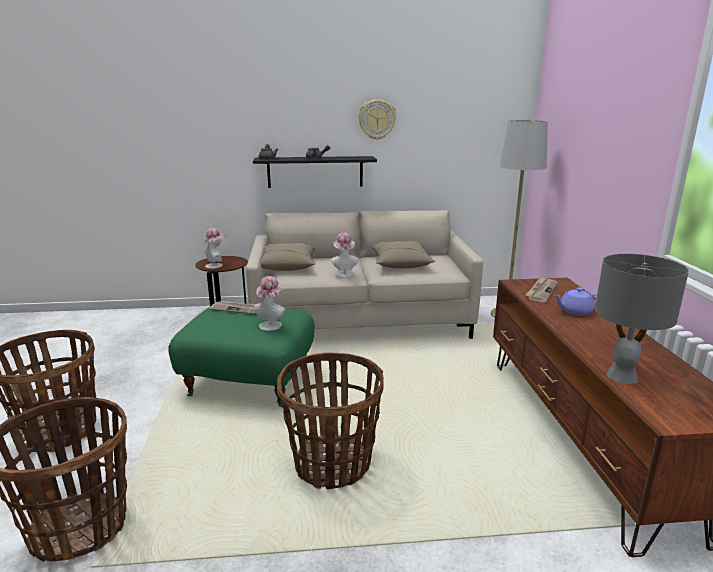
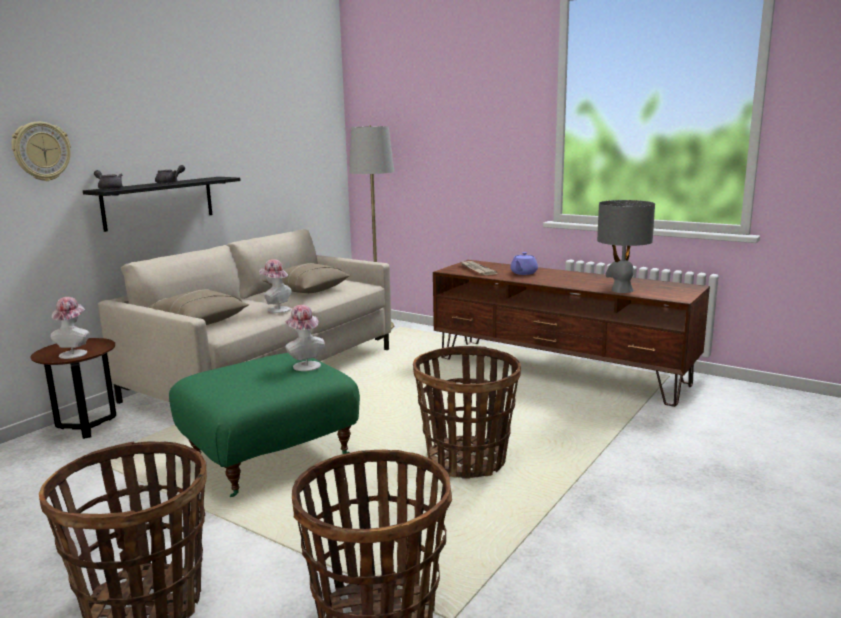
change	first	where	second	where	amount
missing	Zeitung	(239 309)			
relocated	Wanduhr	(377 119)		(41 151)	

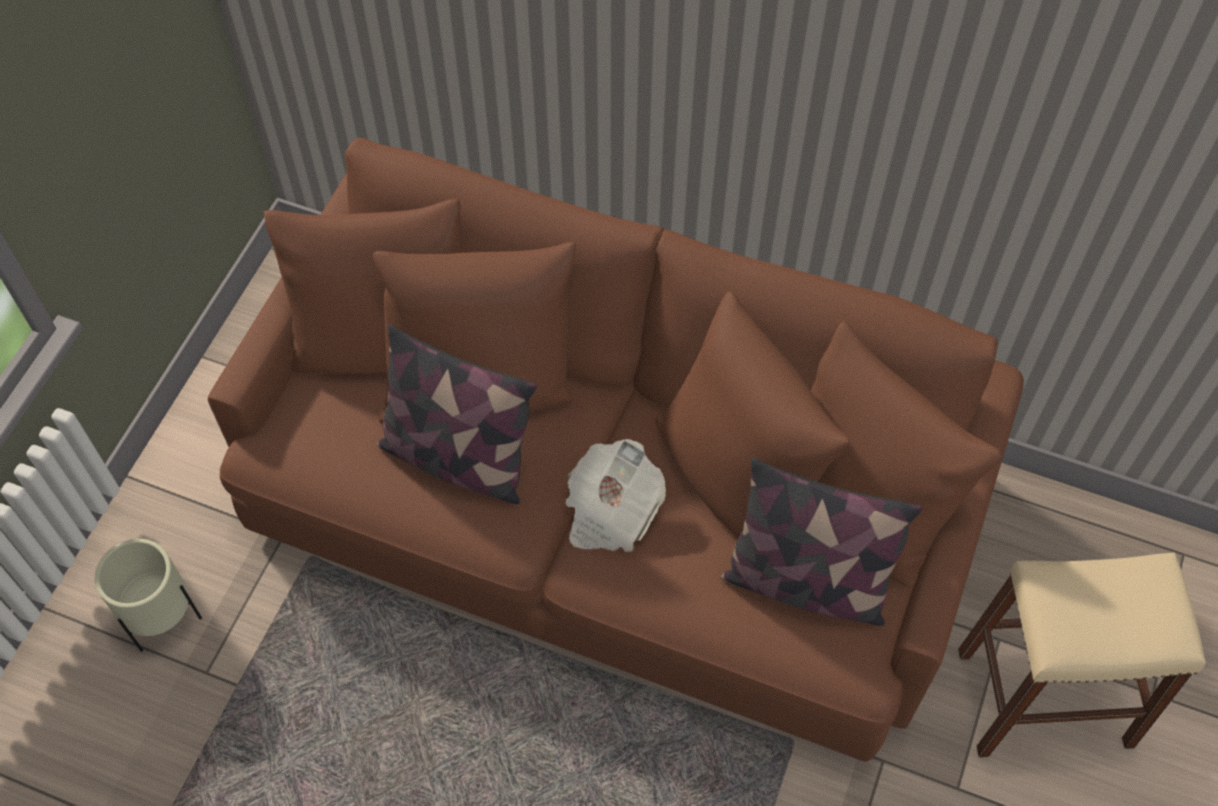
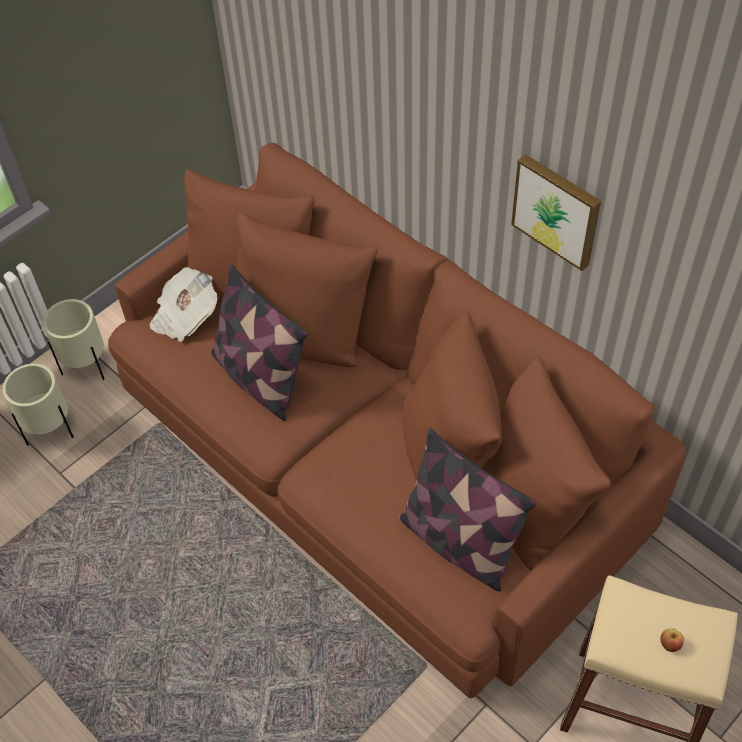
change	first	where	second	where	amount
appeared			Pflanzkübel [beige]	(86 367)	
appeared			Bild	(557 210)	
appeared			Apfel	(669 644)	
relocated	Zeitung	(610 511)		(185 316)	

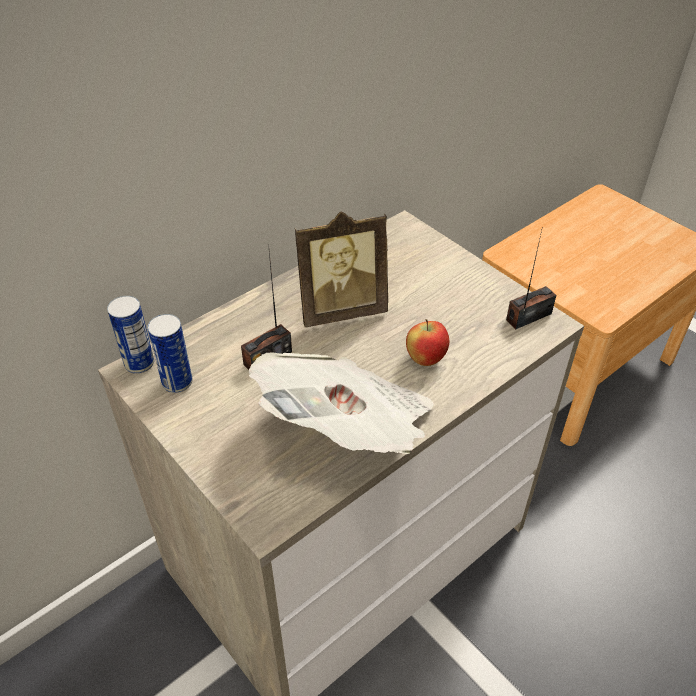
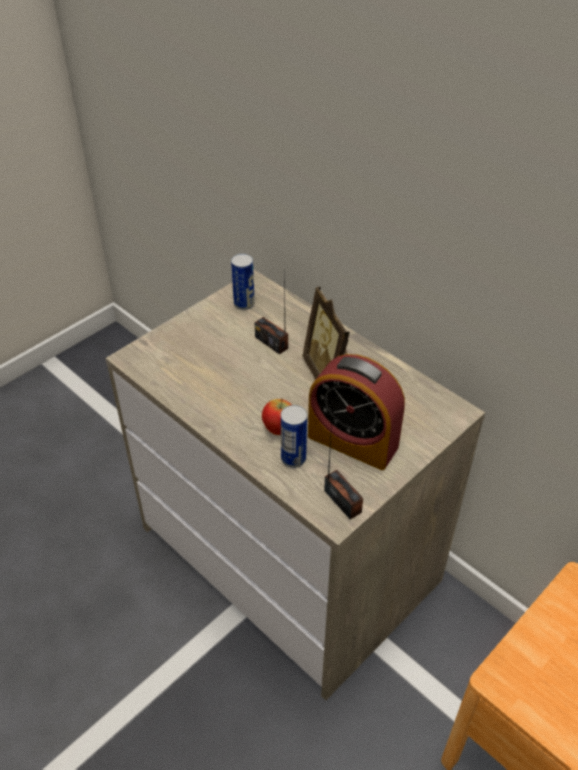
change	first	where	second	where	amount
missing	Zeitung	(349 429)			
appeared			Wecker	(352 441)	
relocated	Dose	(139 363)		(293 459)	

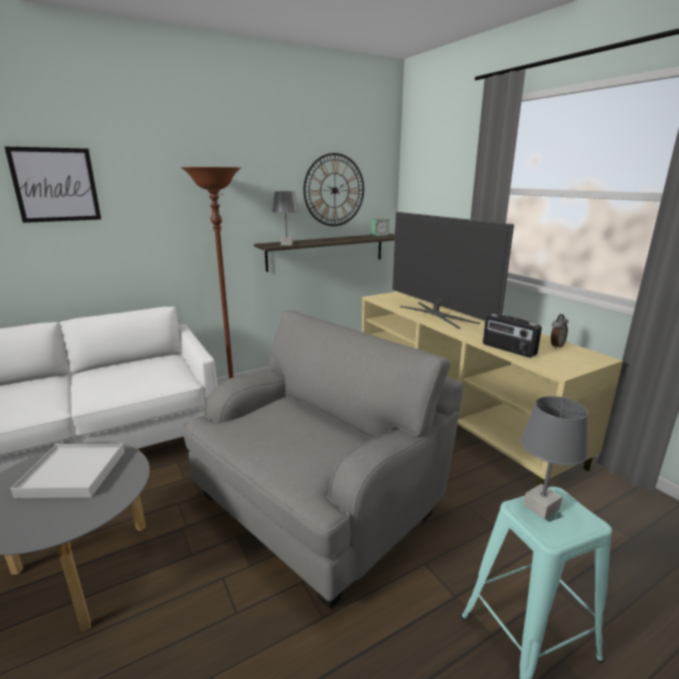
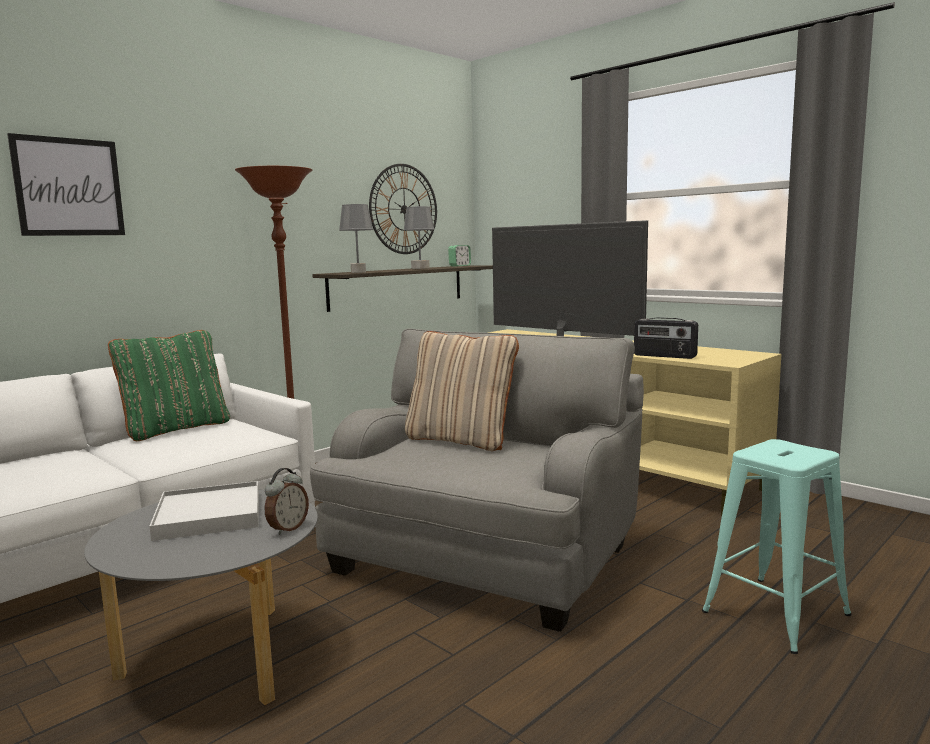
change	first	where	second	where	amount
appeared			Kissen [grün]	(176 429)	
appeared			Kissen [beige]	(461 440)	
relocated	Tischlampe [grau]	(541 507)		(420 268)	
relocated	Wecker	(556 346)		(287 528)	

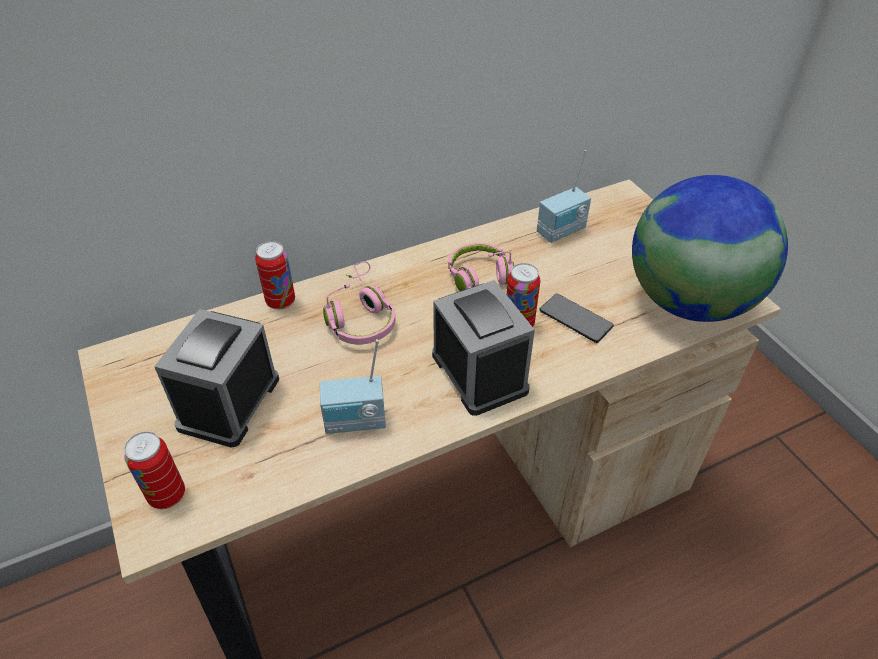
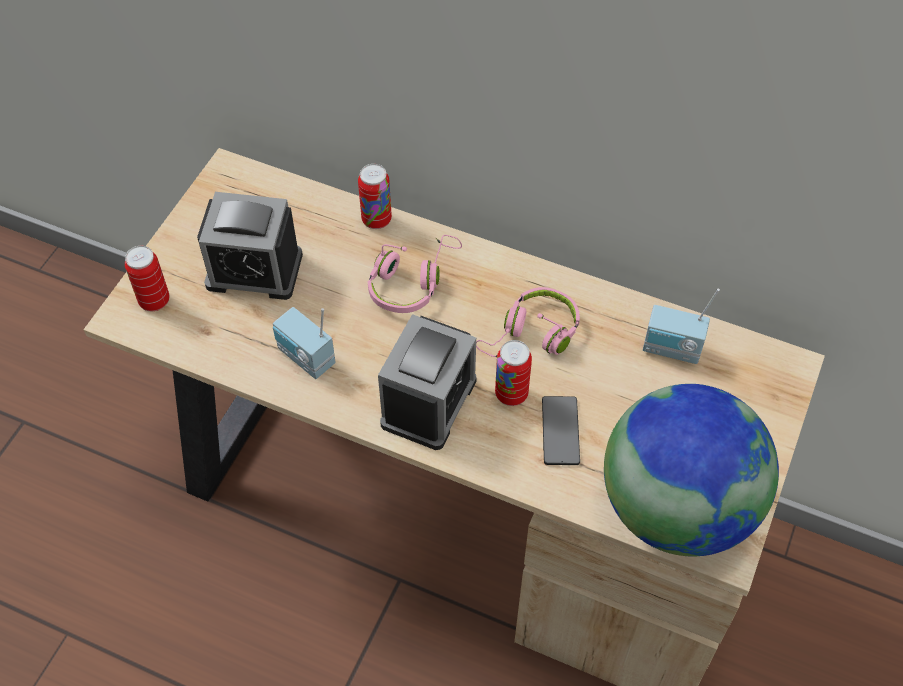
change	first	where	second	where	amount
spun	Wecker	(229 402)		(254 270)	150 degrees counterclockwise

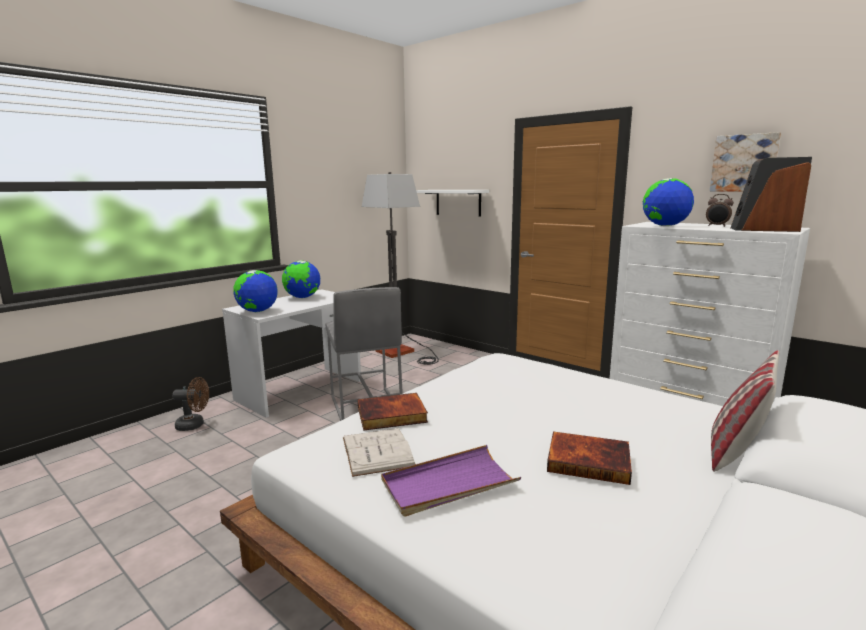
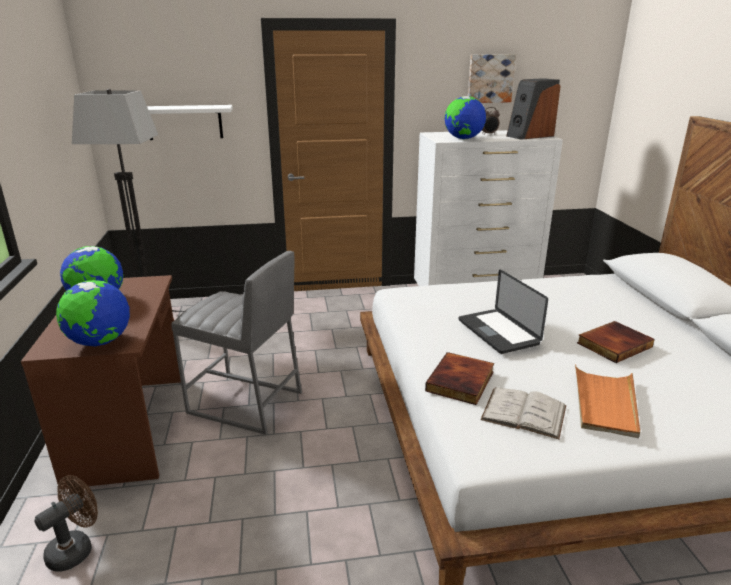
change	first	where	second	where	amount
missing	Kissen	(736 452)			
appeared			Laptop	(498 332)	
colour	Schreibtisch [weiß]	(301 390)	Schreibtisch [braun]	(132 427)	
colour	Tablett [lila]	(448 484)	Tablett [orange]	(605 403)	

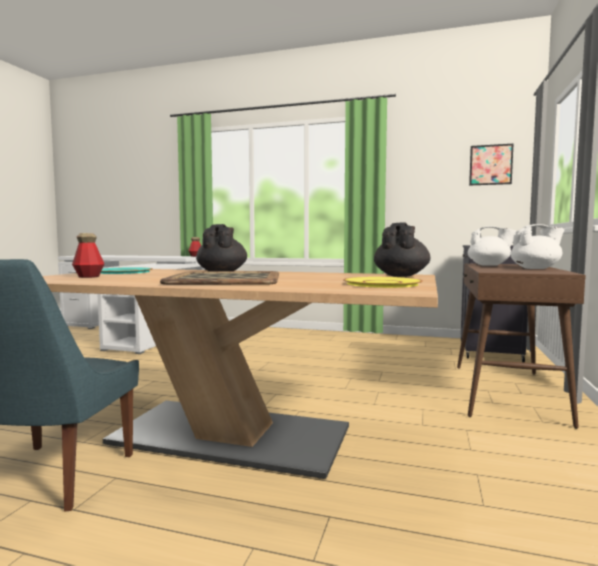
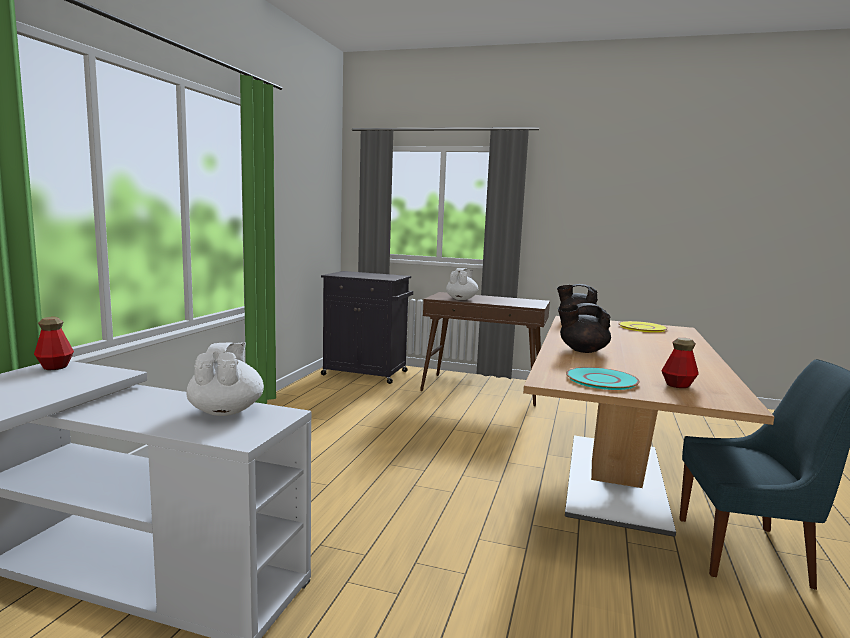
change	first	where	second	where	amount
missing	Tablett	(224 279)			
missing	Bild	(490 165)			
relocated	Teekanne [weiß]	(536 268)		(226 411)	

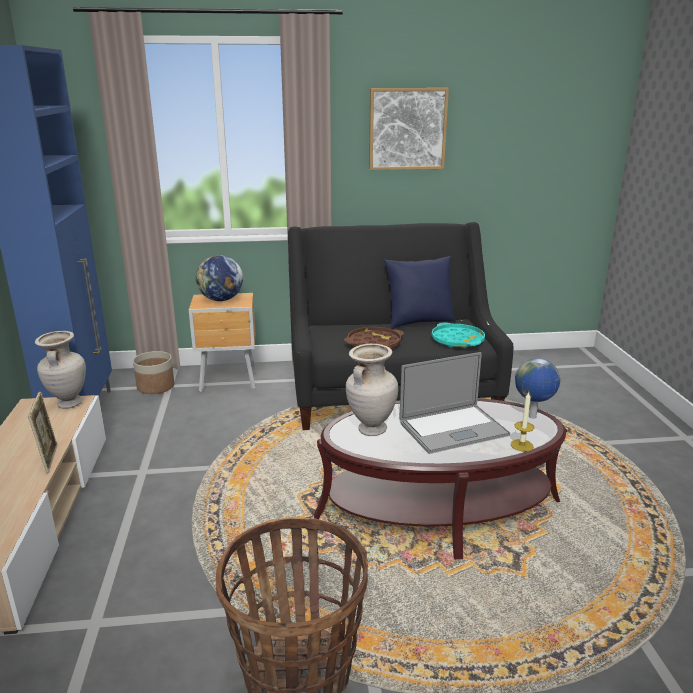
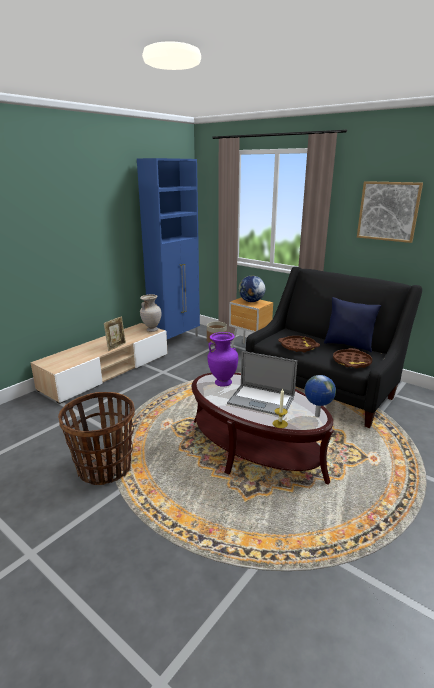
change	first	where	second	where	amount
colour	Vase [beige]	(371 429)	Vase [lila]	(222 383)	
colour	Tablett [türkis]	(457 340)	Tablett [braun]	(352 362)	

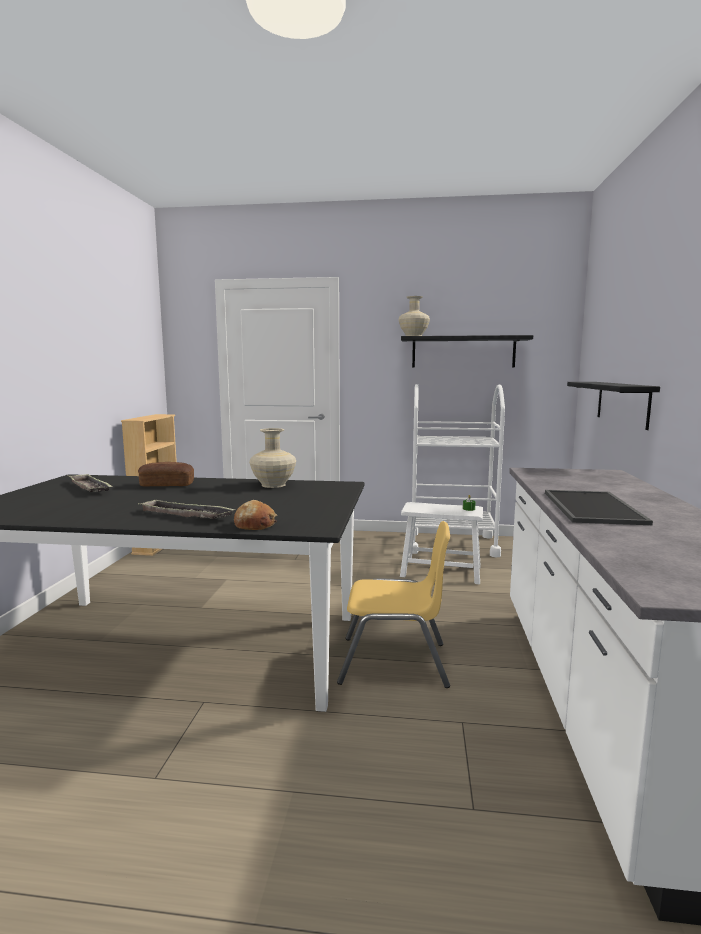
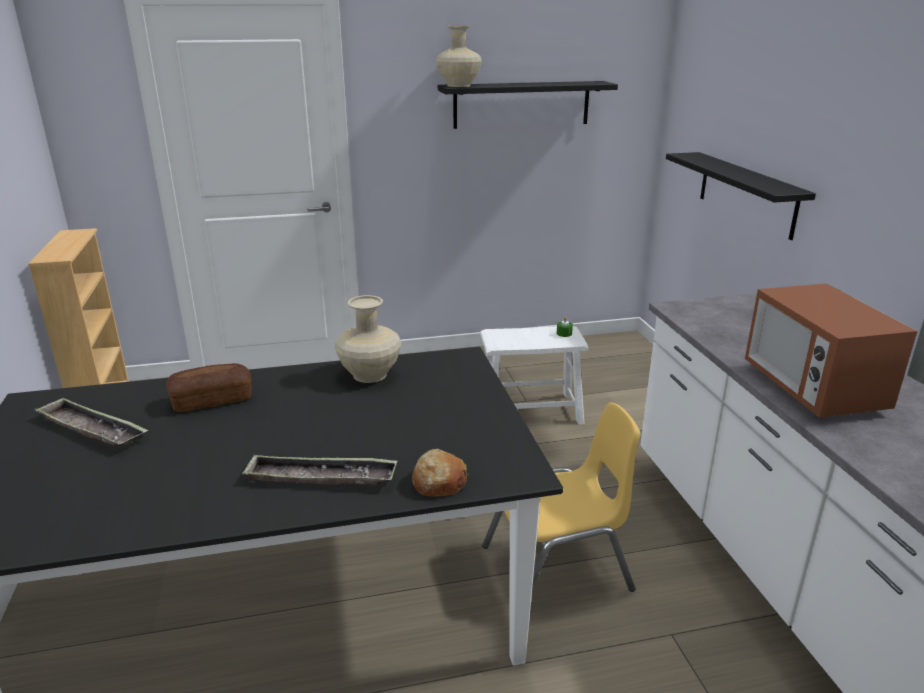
change	first	where	second	where	amount
missing	Rollwagen [weiß]	(451 544)			
exchanged	Tablett	(594 508)	Mikrowelle	(812 389)	

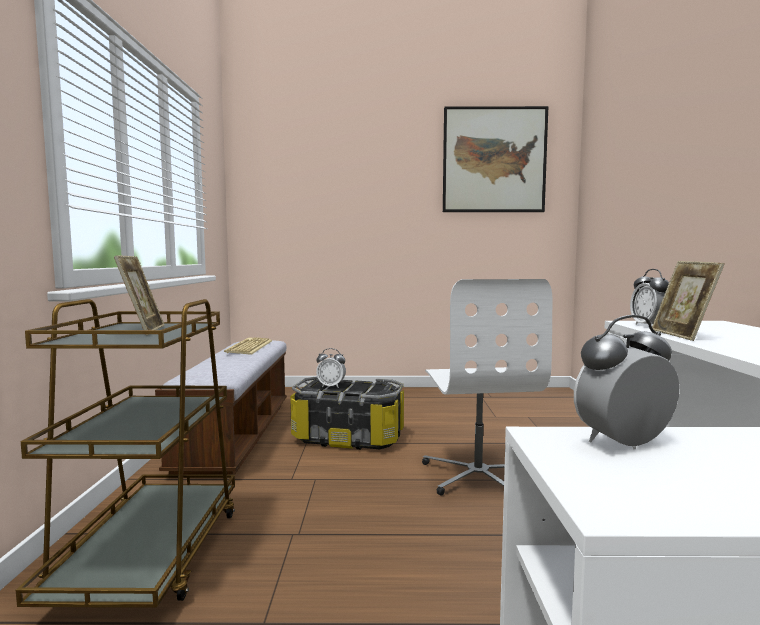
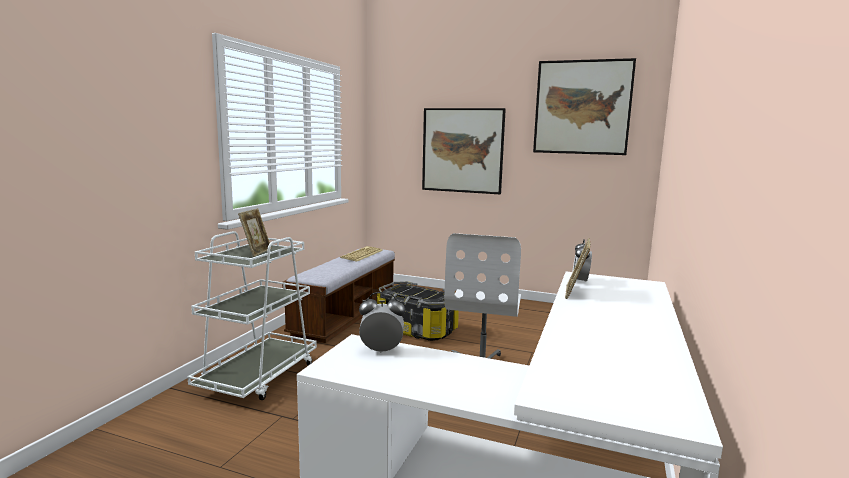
change	first	where	second	where	amount
missing	Wecker	(331 386)			
appeared			Bild	(462 150)	
colour	Rollwagen [braun]	(150 555)	Rollwagen [weiß]	(258 376)	

